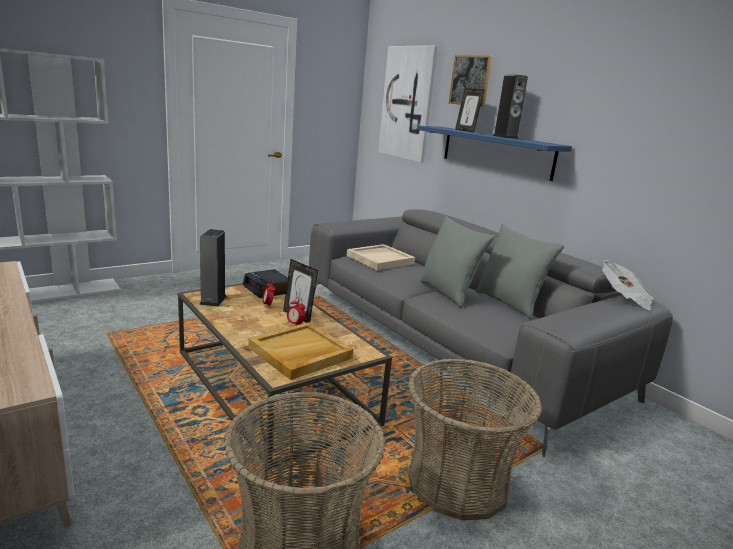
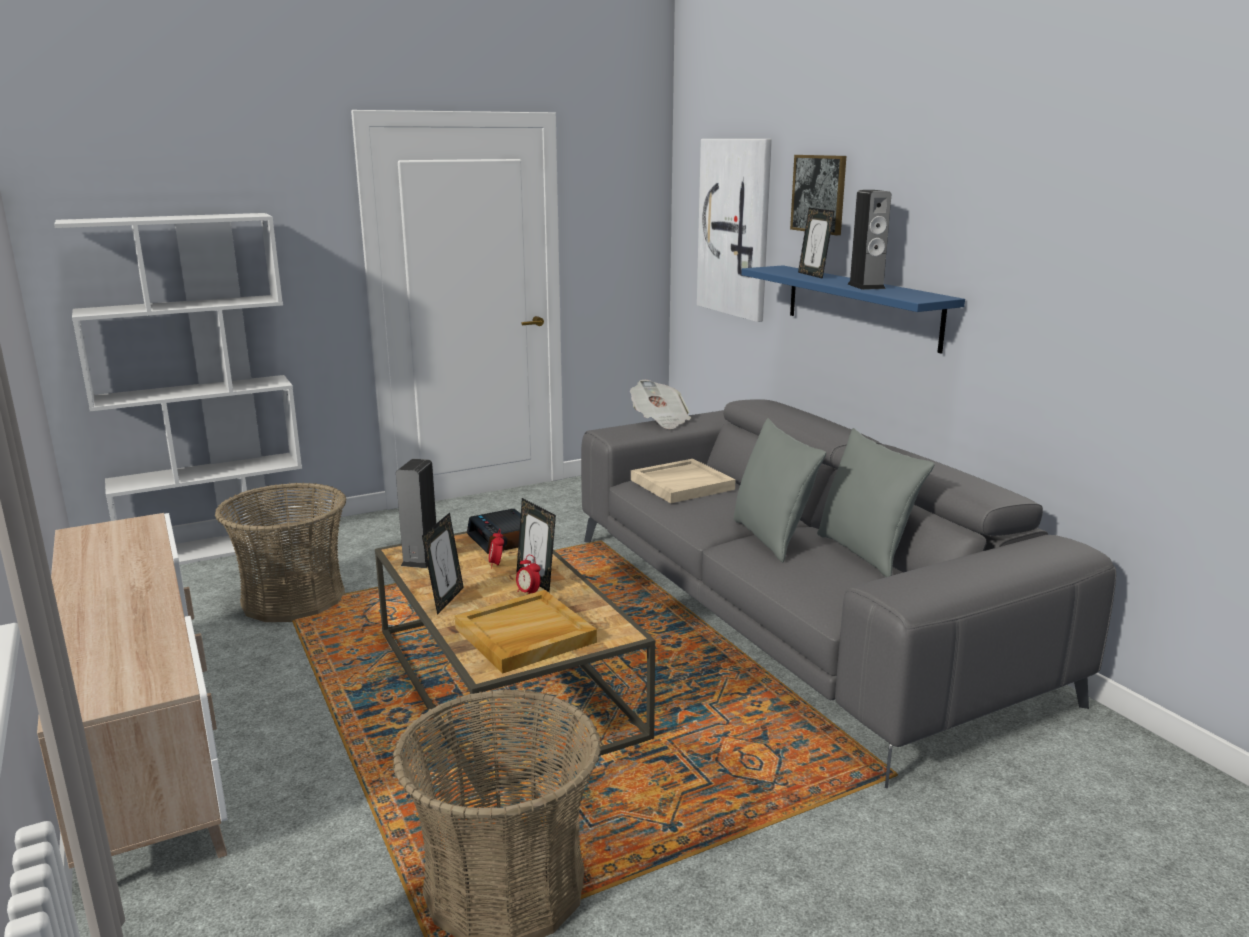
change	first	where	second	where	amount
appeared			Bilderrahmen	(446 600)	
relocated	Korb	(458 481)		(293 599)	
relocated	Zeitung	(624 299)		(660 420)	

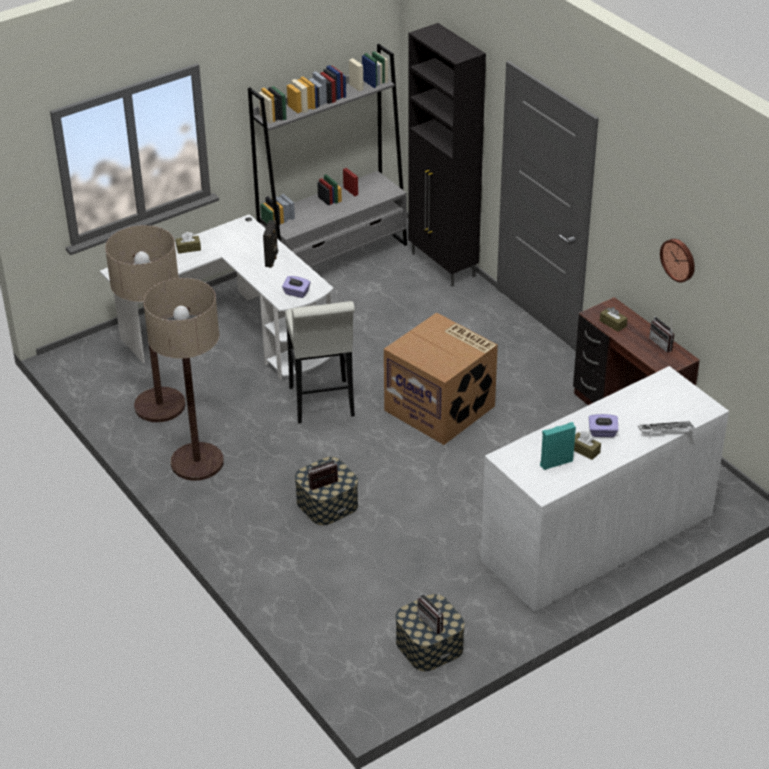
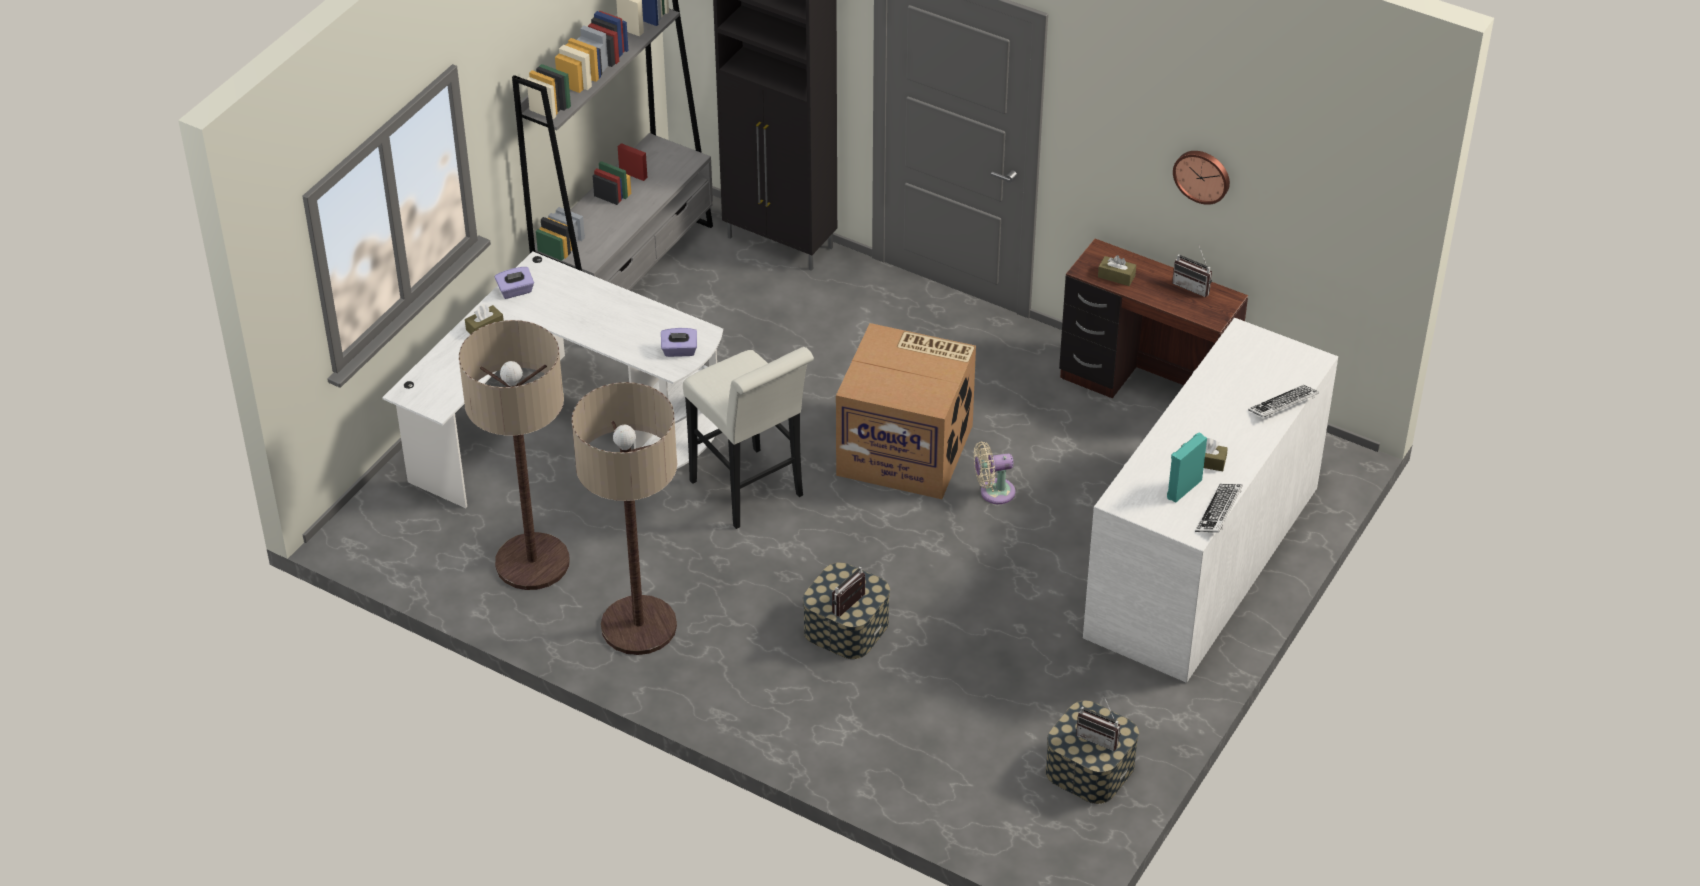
change	first	where	second	where	amount
missing	Lautsprecher [schwarz]	(272 259)			
appeared			Ventilator [beige]	(993 492)	
appeared			Tastatur	(1219 512)	
relocated	Taschentuchbox [lila]	(602 433)		(515 291)	

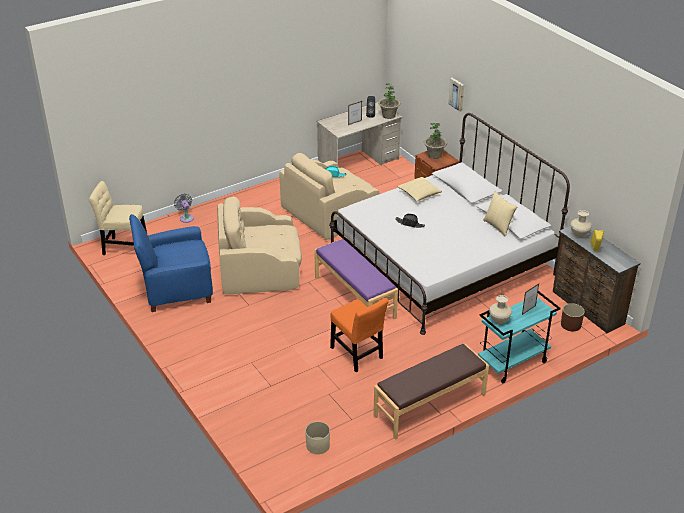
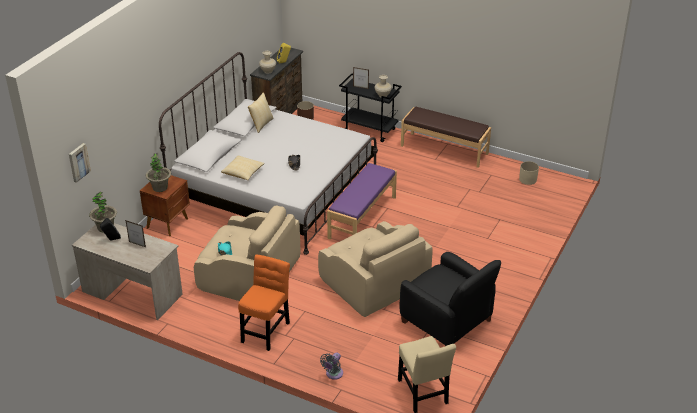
change	first	where	second	where	amount
relocated	Stuhl [orange]	(357 355)		(266 330)	
relocated	Bild	(457 94)		(78 162)	
colour	Sessel [blau]	(176 288)	Sessel [schwarz]	(447 322)	
colour	Rollwagen [türkis]	(512 363)	Rollwagen [schwarz]	(370 130)	

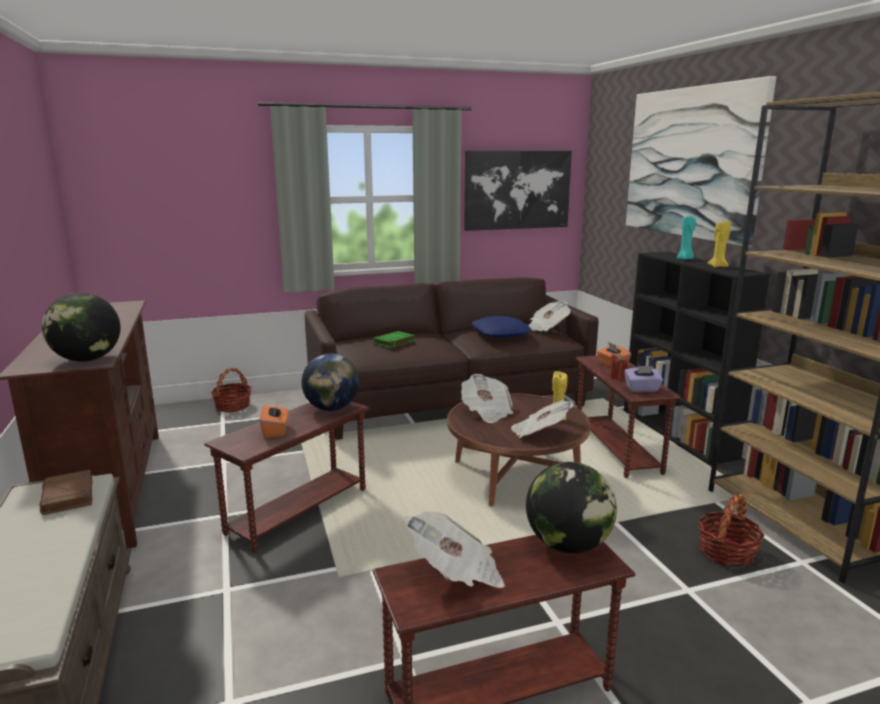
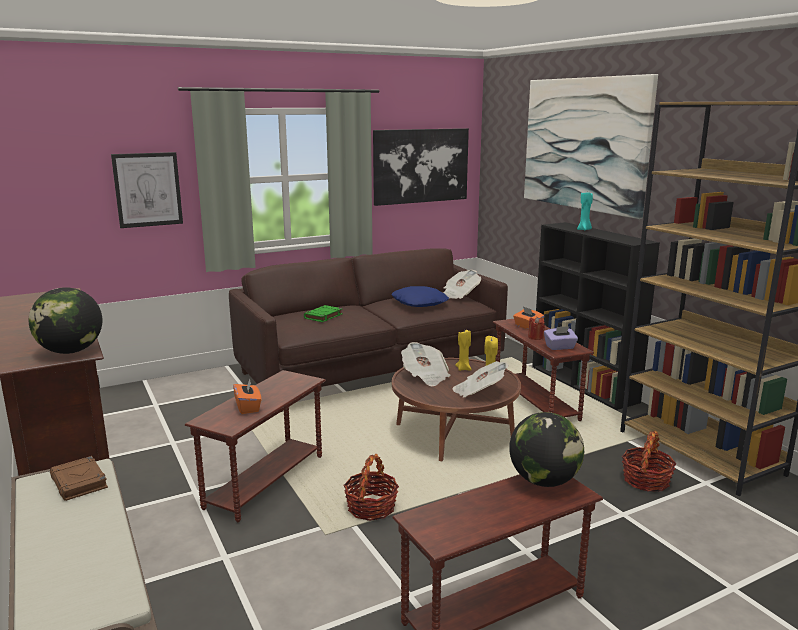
change	first	where	second	where	amount
missing	Globus	(332 408)			
missing	Zeitung	(456 573)			
appeared			Bild	(148 189)	
relocated	Korb	(233 406)		(371 508)	
relocated	Kerze [gelb]	(718 266)		(463 368)	

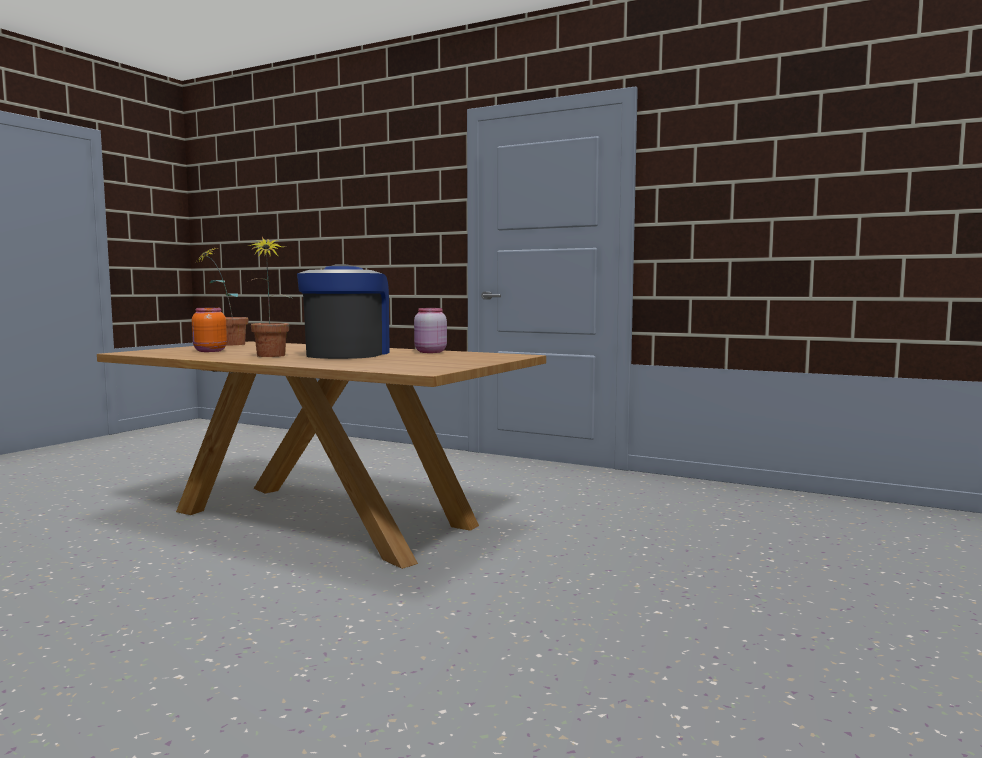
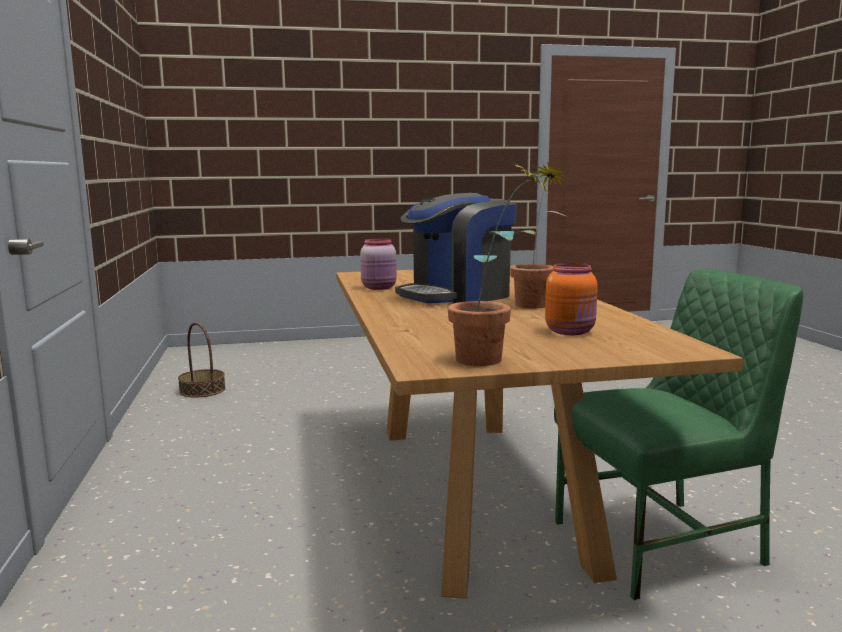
change	first	where	second	where	amount
appeared			Korb	(202 390)	
appeared			Stuhl [grün]	(662 543)	

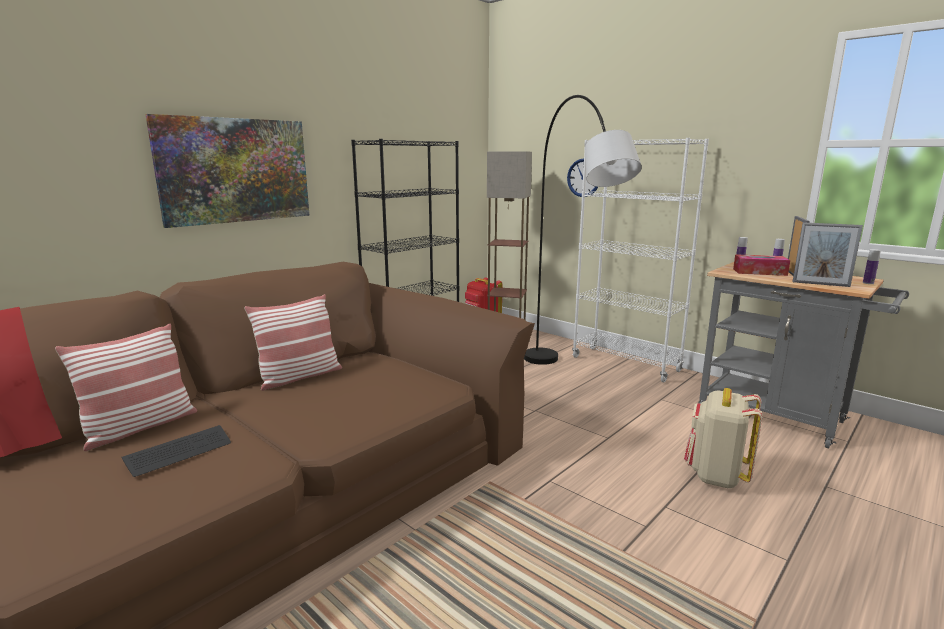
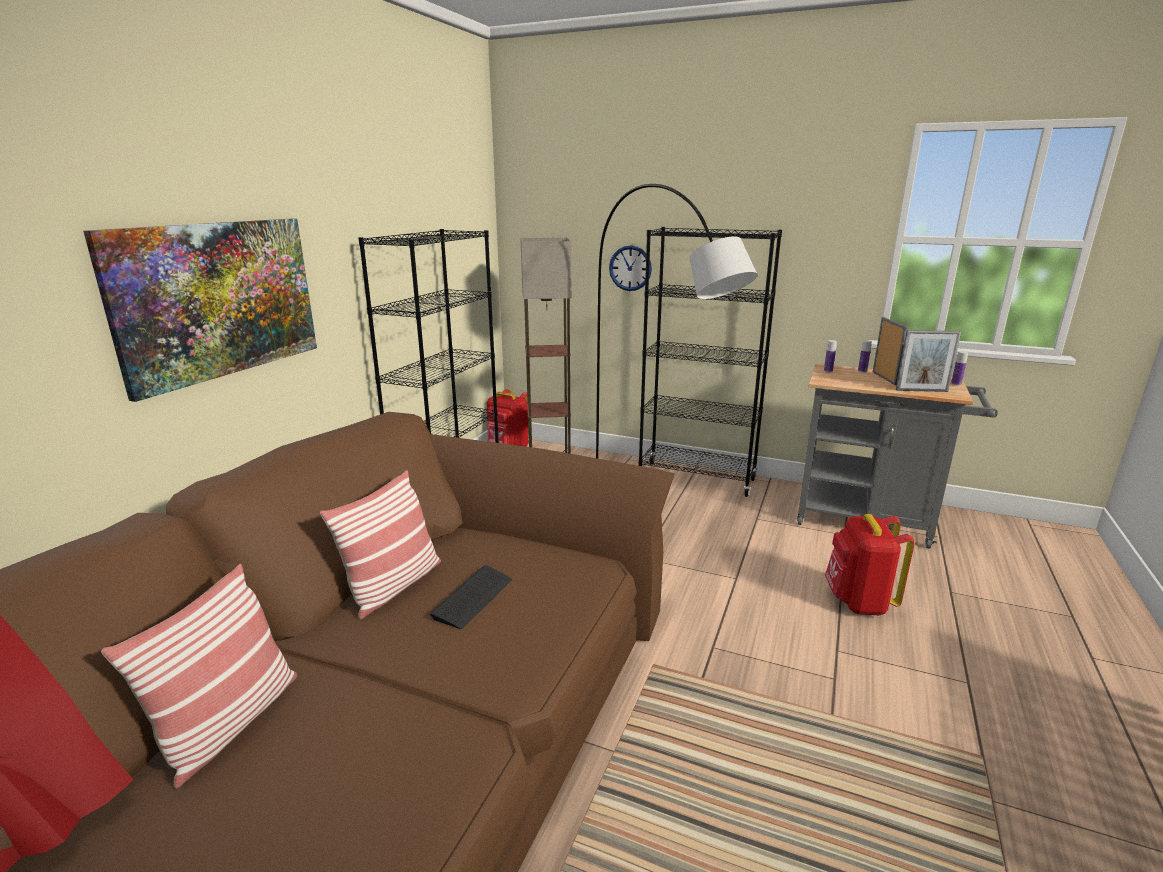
change	first	where	second	where	amount
missing	Taschentuchbox	(759 272)			
relocated	Tastatur	(179 452)		(473 598)	
colour	Bücherregal [weiß]	(625 364)	Bücherregal [schwarz]	(696 479)	
colour	Rucksack [beige]	(715 476)	Rucksack [rot]	(858 602)	

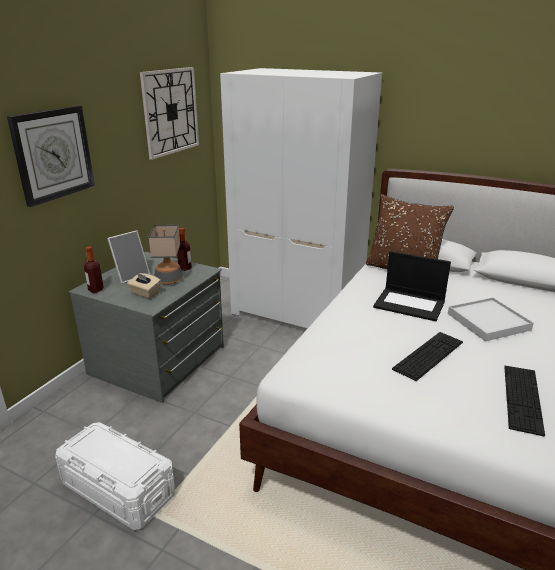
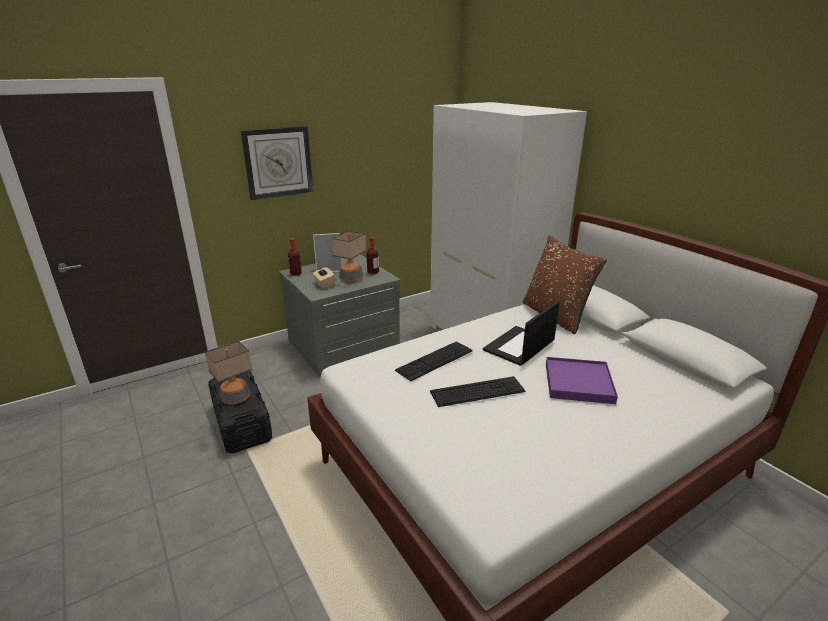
change	first	where	second	where	amount
missing	Wanduhr	(170 111)			
appeared			Tischlampe	(235 398)	
relocated	Tastatur	(522 398)		(434 360)	
colour	Aufbewahrungsbox [weiß]	(118 489)	Aufbewahrungsbox [schwarz]	(242 423)	
colour	Tablett [weiß]	(488 322)	Tablett [lila]	(578 383)	
spun	Laptop	(410 304)		(519 346)	75 degrees clockwise

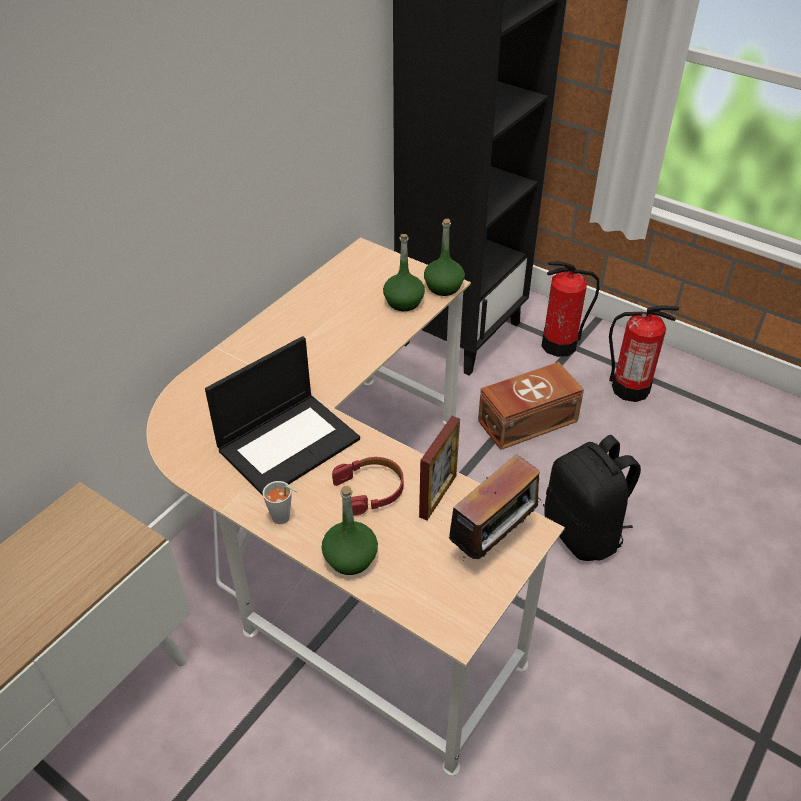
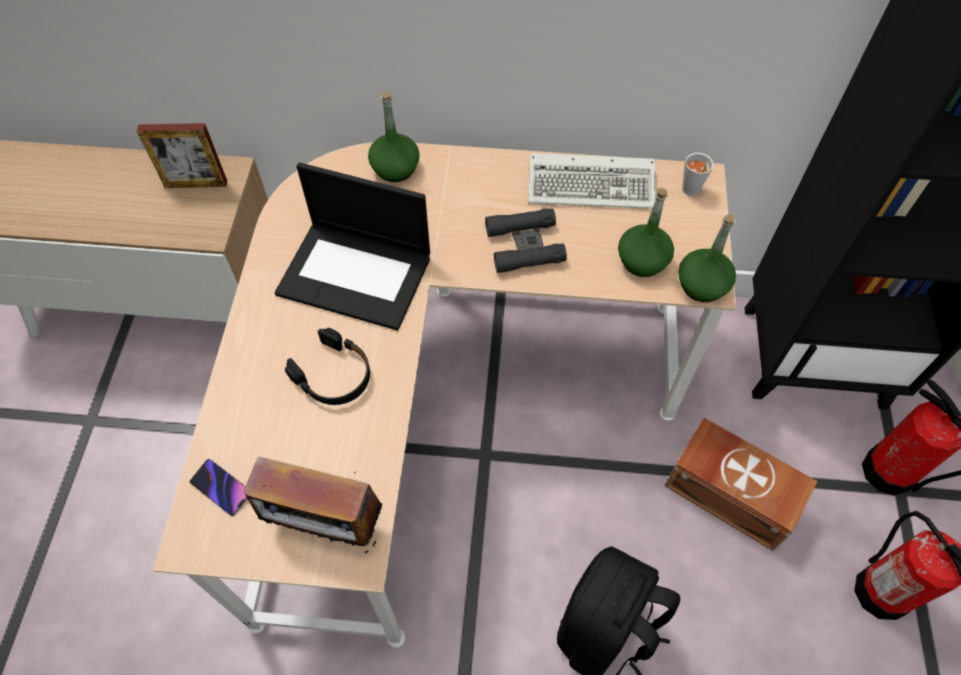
change	first	where	second	where	amount
appeared			Handy	(221 488)	
appeared			Fernglas [schwarz]	(524 245)	
appeared			Tastatur	(594 185)	
relocated	Tasse [grau]	(284 519)		(690 192)	
relocated	Flasche [grün]	(350 558)		(395 168)	
relocated	Bilderrahmen	(438 496)		(196 184)	
colour	Kopfhörer [rot]	(370 489)	Kopfhörer [schwarz]	(334 375)	

